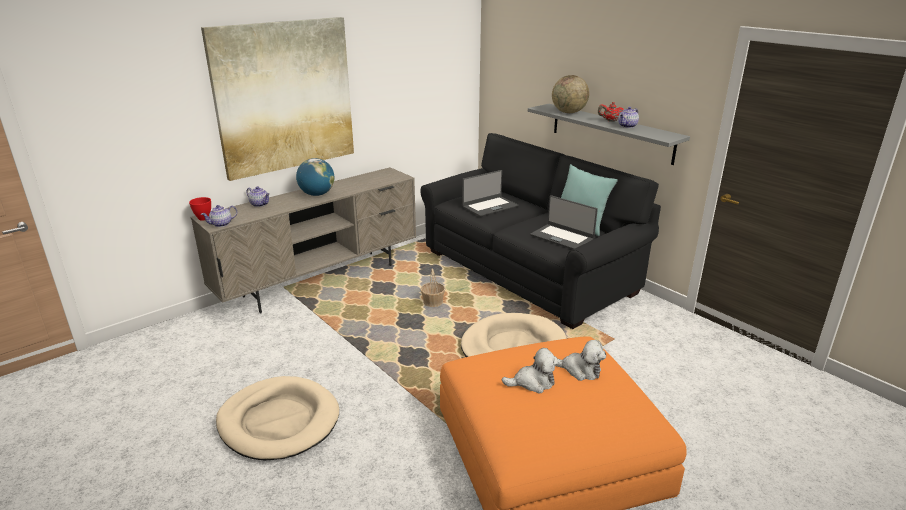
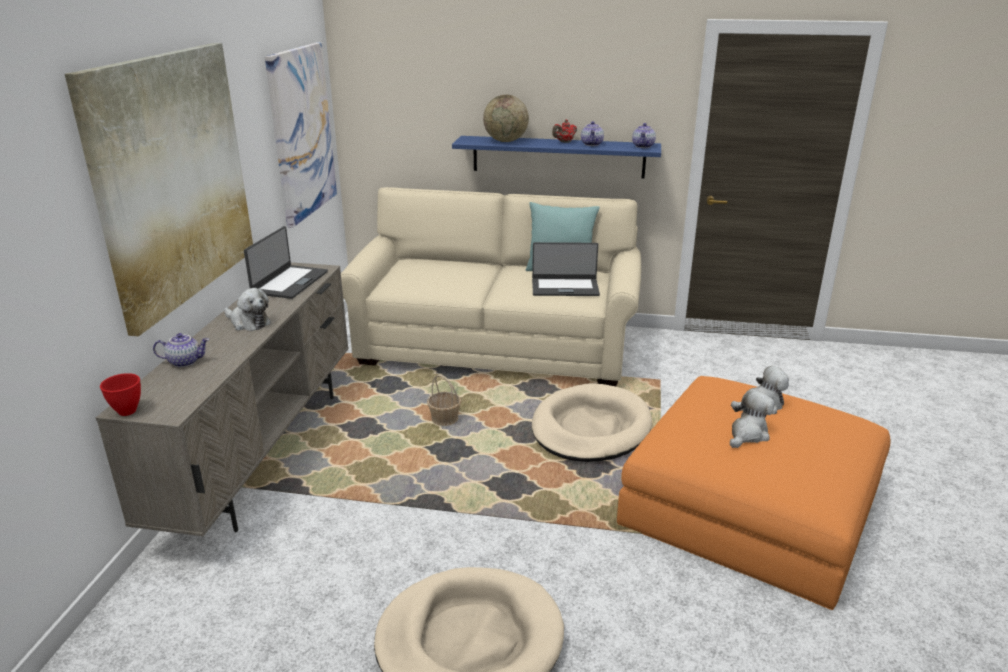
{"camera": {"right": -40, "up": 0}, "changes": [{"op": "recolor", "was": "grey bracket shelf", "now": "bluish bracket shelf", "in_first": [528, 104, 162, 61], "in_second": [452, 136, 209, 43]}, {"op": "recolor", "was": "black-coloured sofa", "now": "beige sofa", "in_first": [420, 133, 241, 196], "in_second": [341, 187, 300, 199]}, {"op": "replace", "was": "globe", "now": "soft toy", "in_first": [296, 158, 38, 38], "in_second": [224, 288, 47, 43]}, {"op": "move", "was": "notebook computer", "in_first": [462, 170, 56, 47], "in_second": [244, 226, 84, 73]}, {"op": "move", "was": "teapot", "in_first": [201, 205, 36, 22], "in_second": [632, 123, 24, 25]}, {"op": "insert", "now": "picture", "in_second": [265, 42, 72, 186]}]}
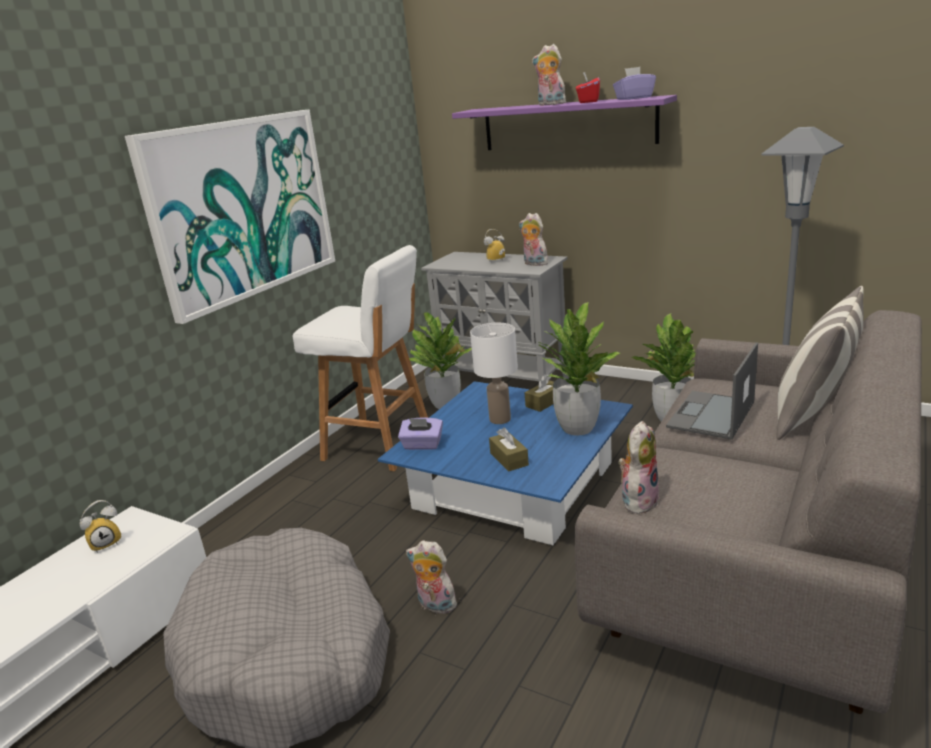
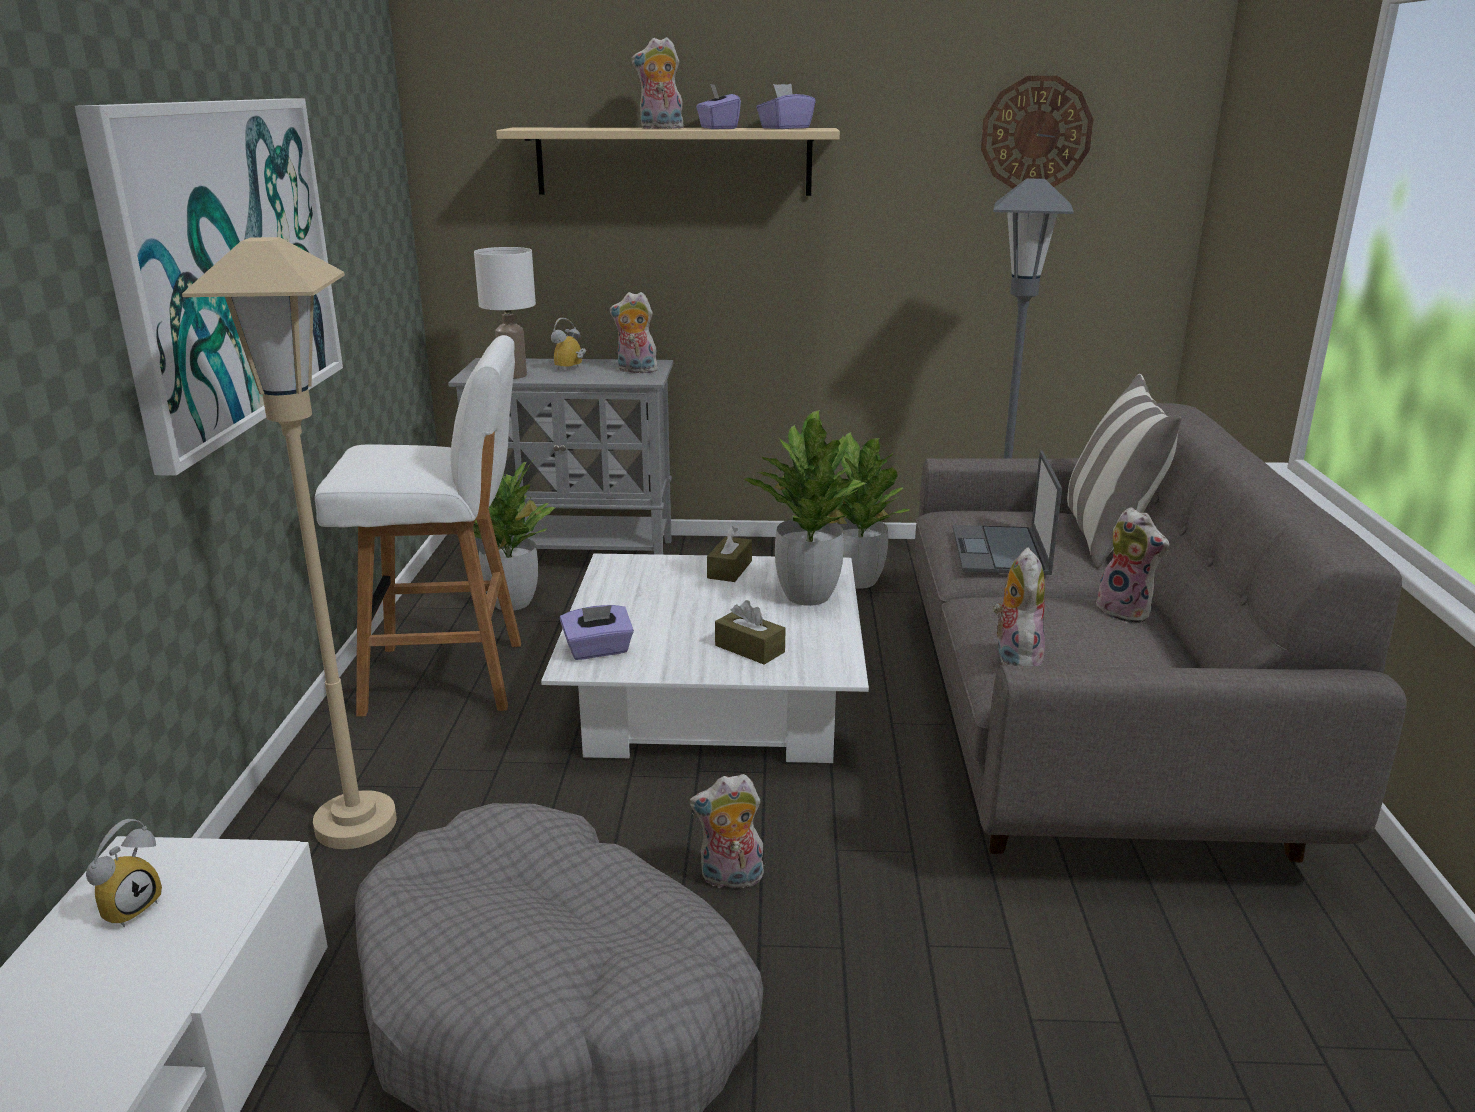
{"camera": {"right": -30, "up": 0}, "changes": [{"op": "recolor", "was": "red box of tissues", "now": "purplish box of tissues", "in_first": [576, 72, 24, 31], "in_second": [696, 84, 45, 45]}, {"op": "recolor", "was": "purplish bracket shelf", "now": "beige bracket shelf", "in_first": [452, 95, 225, 55], "in_second": [496, 128, 344, 68]}, {"op": "move", "was": "white-coloured table lamp", "in_first": [470, 323, 48, 101], "in_second": [474, 247, 62, 132]}, {"op": "recolor", "was": "bluish lounge table", "now": "white-coloured lounge table", "in_first": [378, 381, 255, 164], "in_second": [541, 554, 328, 209]}, {"op": "insert", "now": "hanging clock", "in_second": [981, 76, 113, 113]}, {"op": "insert", "now": "beige standard lamp", "in_second": [182, 237, 215, 612]}, {"op": "insert", "now": "soft toy", "in_second": [1096, 507, 73, 116]}]}
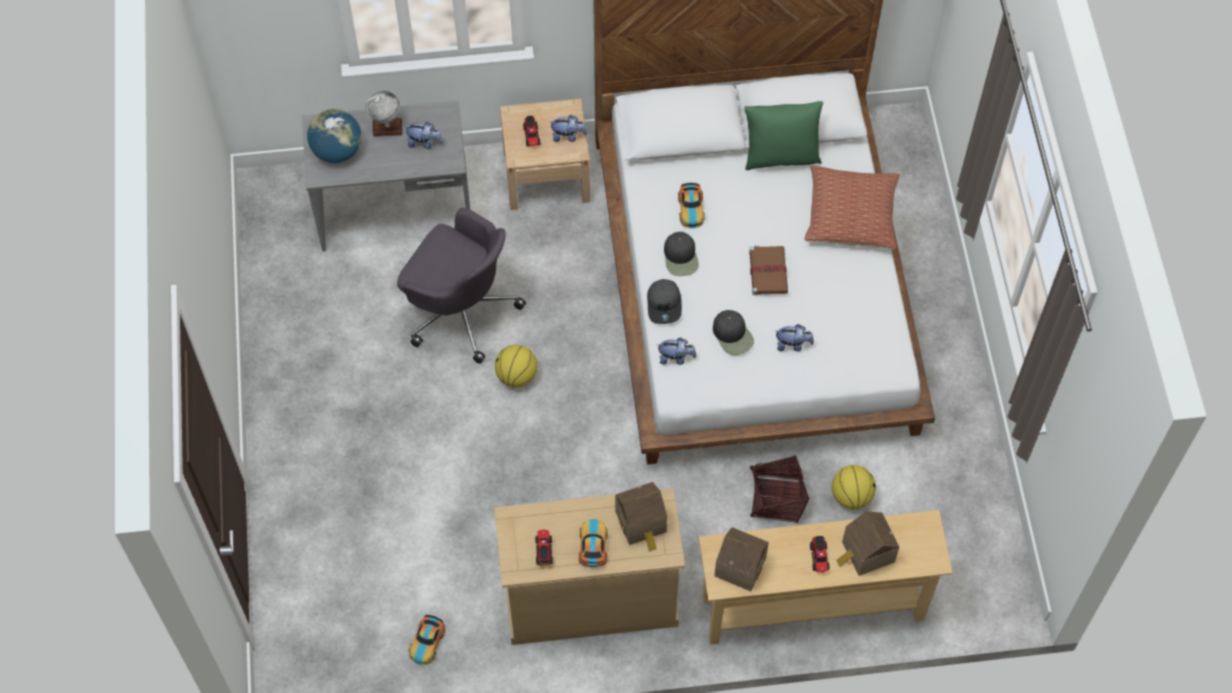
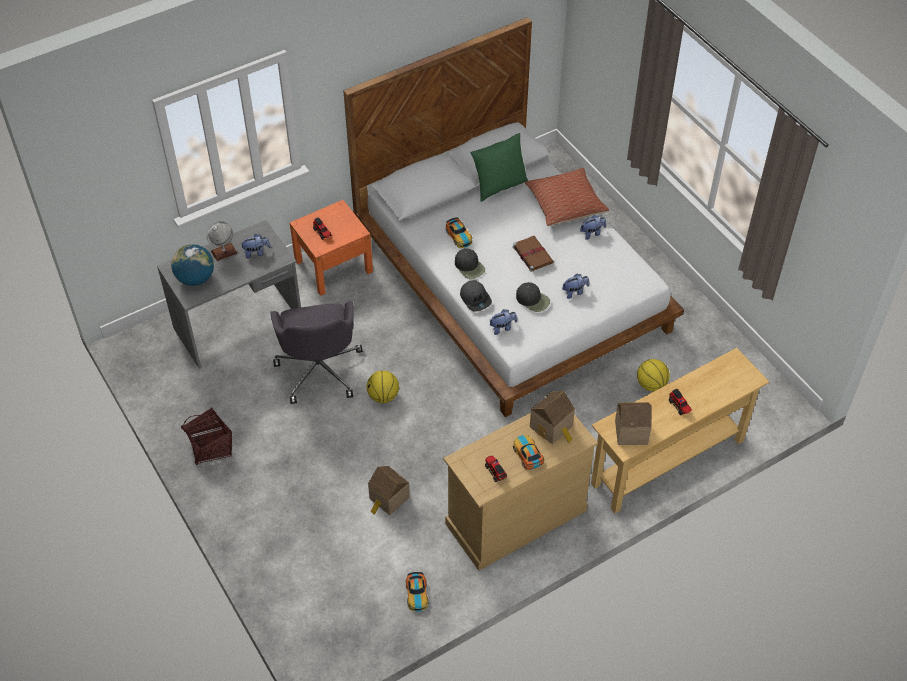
{"camera": {"right": -25, "up": -10}, "changes": [{"op": "recolor", "was": "beige night table", "now": "orange-coloured night table", "in_first": [500, 99, 90, 111], "in_second": [290, 200, 83, 96]}, {"op": "move", "was": "soft toy", "in_first": [549, 115, 38, 27], "in_second": [580, 215, 26, 25]}, {"op": "rotate", "was": "grey computer chair", "in_first": [397, 208, 129, 156], "in_second": [270, 301, 93, 103], "clockwise": 75}, {"op": "move", "was": "basket", "in_first": [749, 455, 60, 68], "in_second": [181, 407, 51, 58]}, {"op": "move", "was": "model house", "in_first": [836, 511, 63, 65], "in_second": [368, 466, 42, 49]}]}
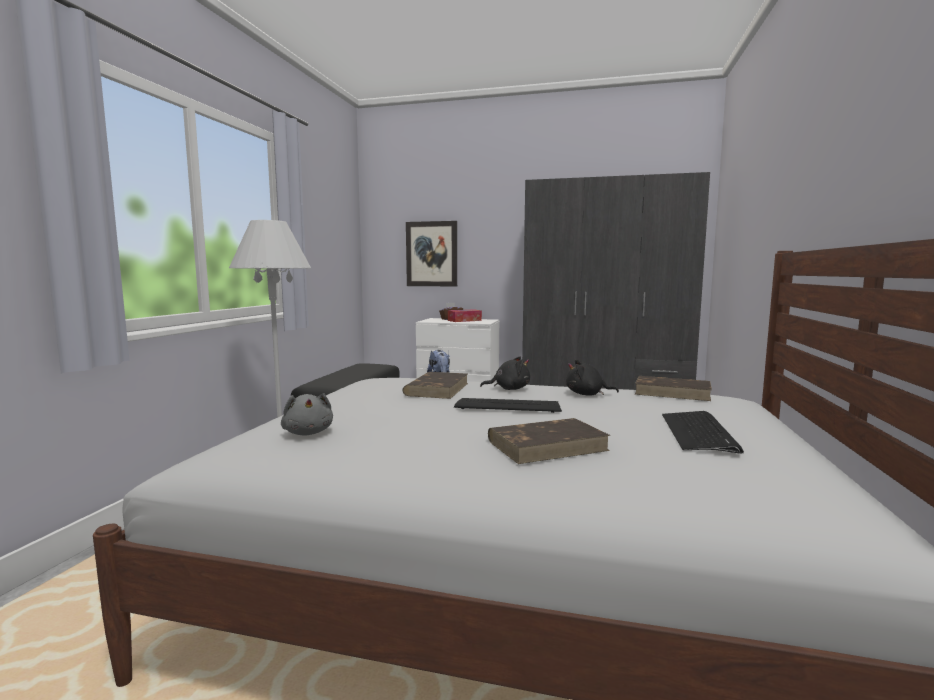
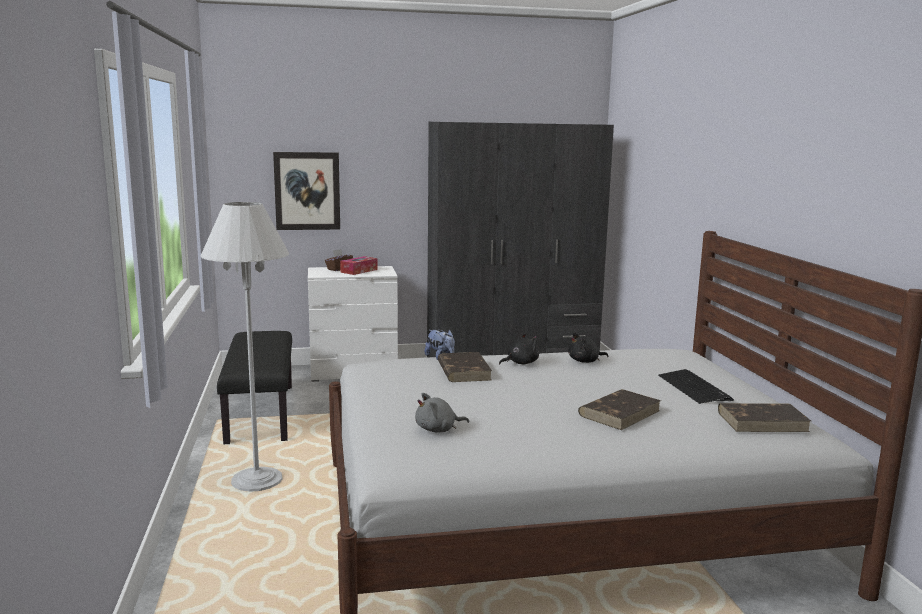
{"camera": {"right": -25, "up": 5}, "changes": [{"op": "move", "was": "brown-coloured book", "in_first": [635, 376, 77, 25], "in_second": [718, 403, 93, 29]}, {"op": "rotate", "was": "grey soft toy", "in_first": [281, 393, 52, 42], "in_second": [415, 393, 54, 40], "clockwise": 120}, {"op": "delete", "was": "PC keyboard", "in_first": [454, 398, 108, 15]}]}
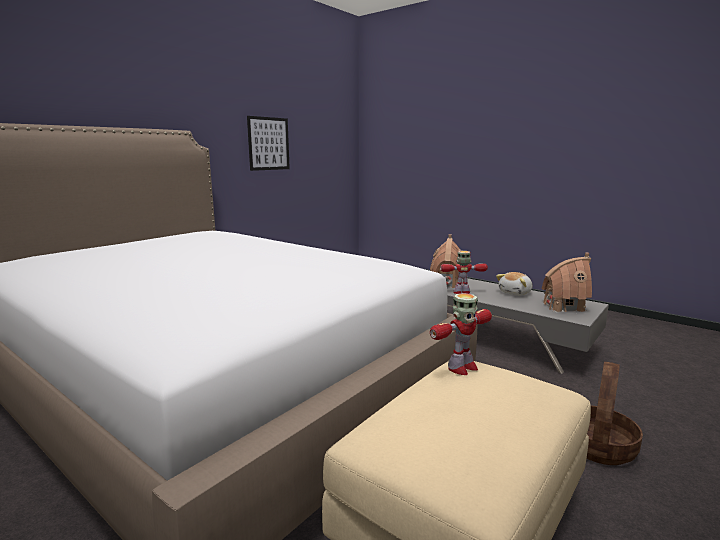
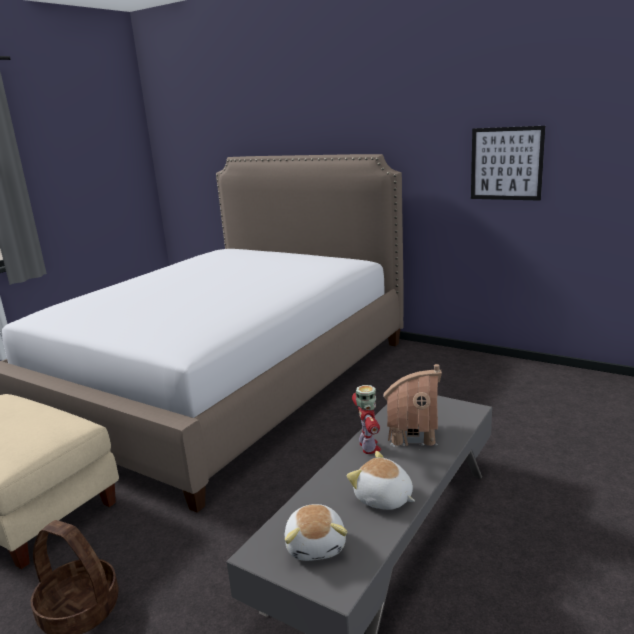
{"camera": {"right": 85, "up": 5}, "changes": [{"op": "replace", "was": "model house", "now": "soft toy", "in_first": [542, 252, 50, 61], "in_second": [285, 504, 63, 57]}, {"op": "delete", "was": "toy robot", "in_first": [430, 293, 62, 82]}]}
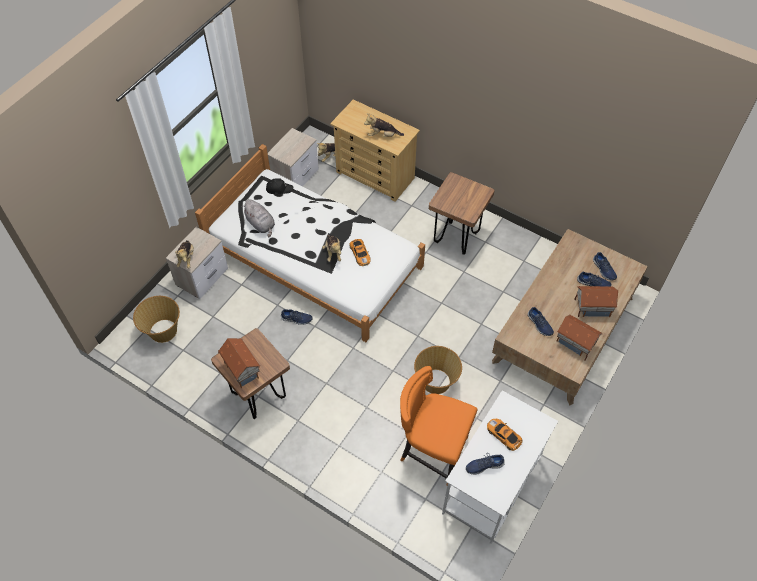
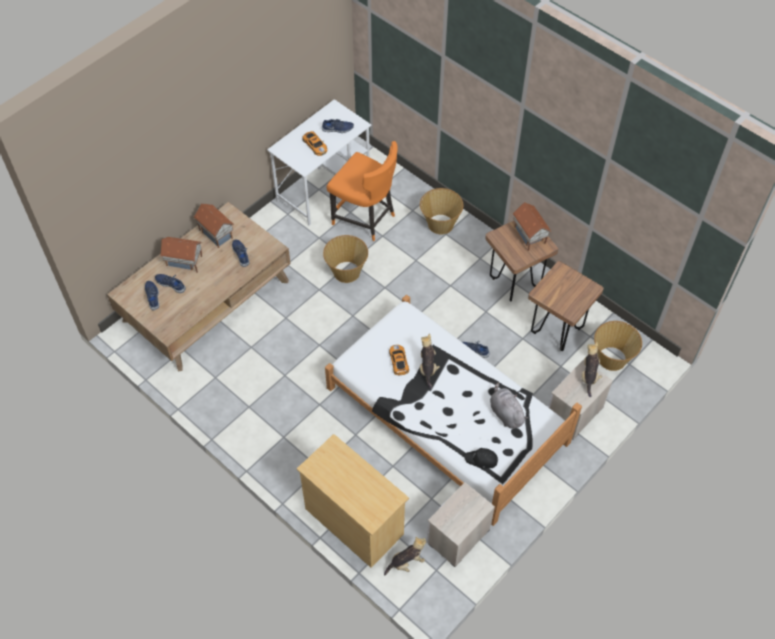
{"camera": {"right": -170, "up": 0}, "changes": [{"op": "delete", "was": "soft toy", "in_first": [364, 113, 40, 24]}, {"op": "move", "was": "brown-coloured sitting stool", "in_first": [429, 172, 65, 83], "in_second": [528, 261, 76, 90]}, {"op": "insert", "now": "basket", "in_second": [420, 188, 43, 46]}]}
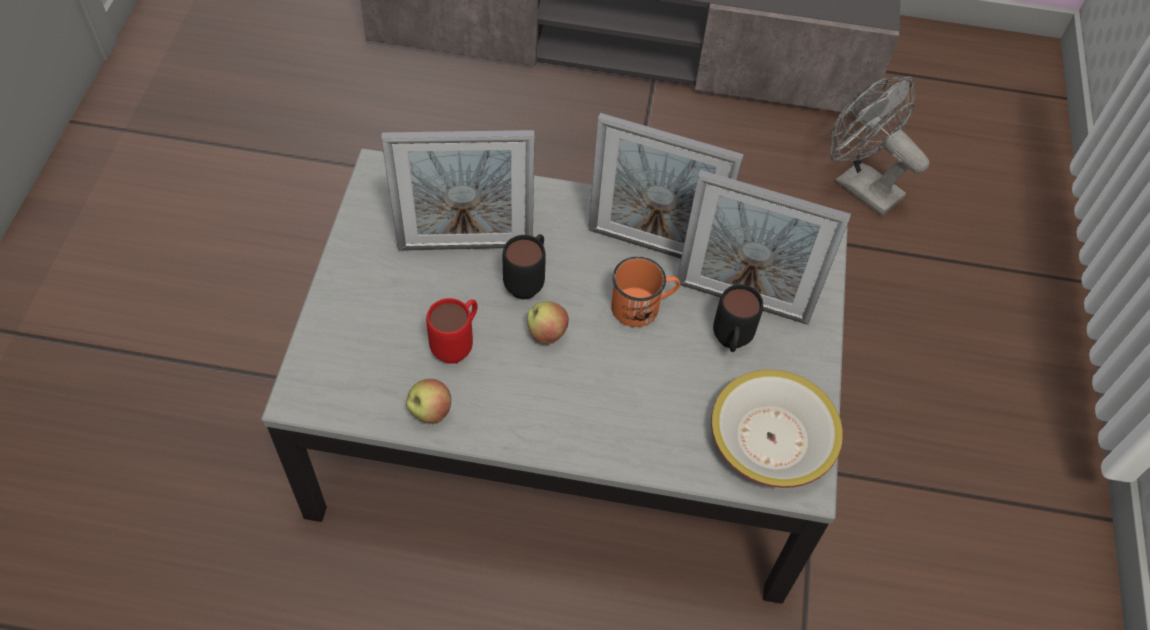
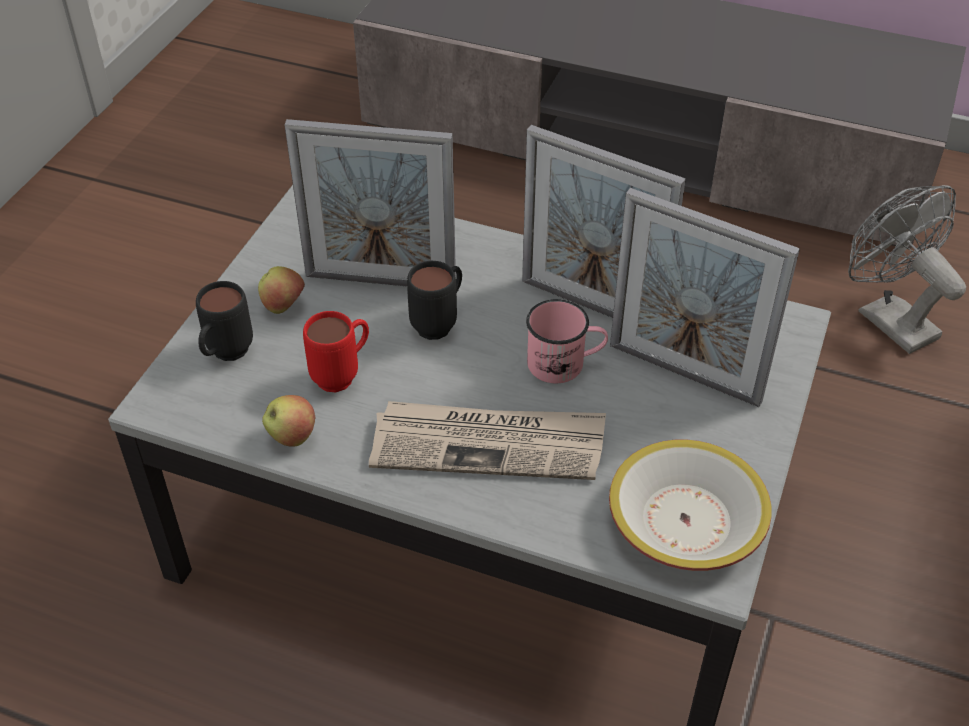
{"camera": {"right": 15, "up": -10}, "changes": [{"op": "recolor", "was": "orange-coloured mug", "now": "pink mug", "in_first": [611, 257, 69, 70], "in_second": [526, 299, 82, 84]}, {"op": "move", "was": "black-coloured mug", "in_first": [713, 284, 50, 68], "in_second": [196, 281, 57, 80]}, {"op": "move", "was": "apple fruit", "in_first": [527, 301, 42, 43], "in_second": [258, 266, 47, 48]}, {"op": "insert", "now": "newspaper", "in_second": [369, 401, 237, 79]}]}
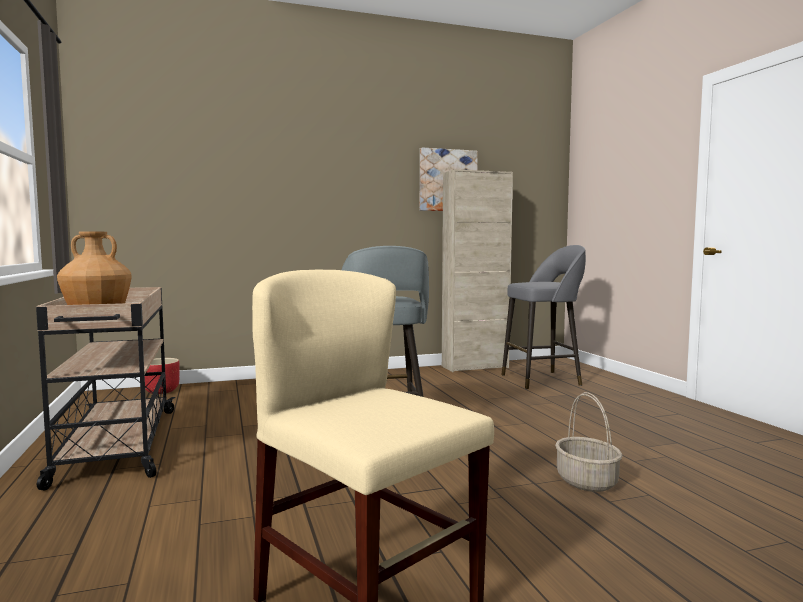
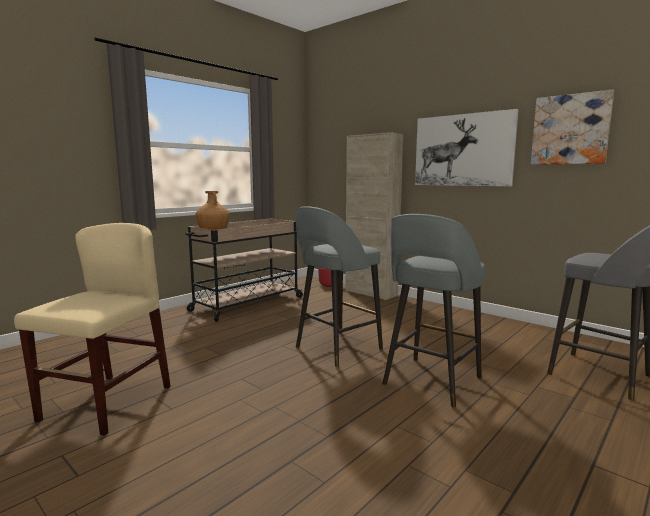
{"camera": {"right": 60, "up": 5}, "changes": [{"op": "move", "was": "beige storage cabinet", "in_first": [442, 169, 71, 203], "in_second": [345, 132, 58, 168]}, {"op": "delete", "was": "basket", "in_first": [555, 392, 67, 100]}, {"op": "insert", "now": "picture", "in_second": [415, 109, 104, 77]}, {"op": "insert", "now": "grey sitting stool", "in_second": [382, 214, 103, 194]}]}
